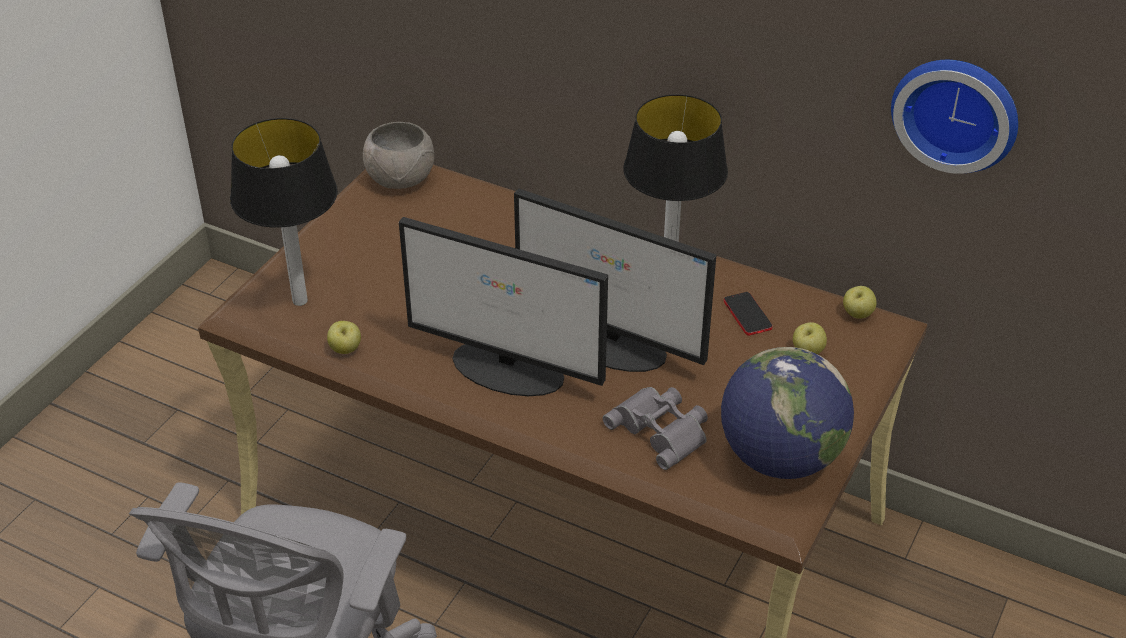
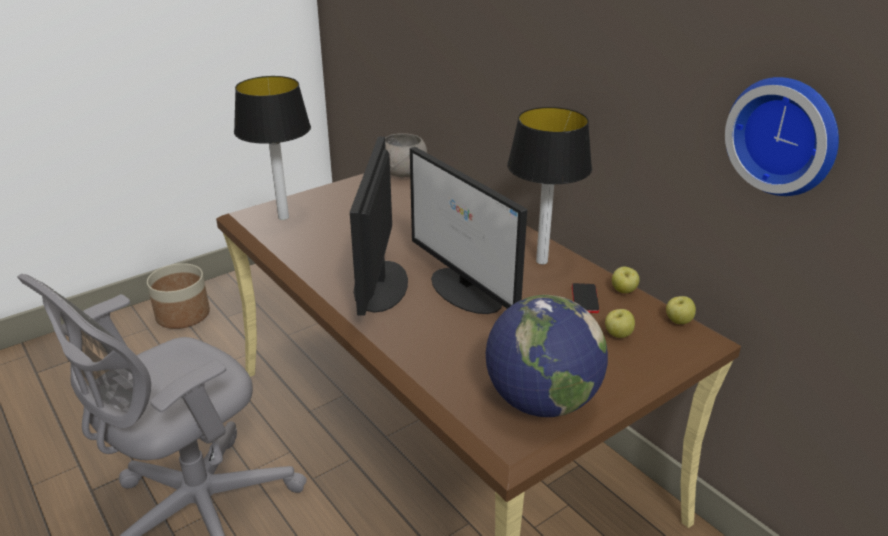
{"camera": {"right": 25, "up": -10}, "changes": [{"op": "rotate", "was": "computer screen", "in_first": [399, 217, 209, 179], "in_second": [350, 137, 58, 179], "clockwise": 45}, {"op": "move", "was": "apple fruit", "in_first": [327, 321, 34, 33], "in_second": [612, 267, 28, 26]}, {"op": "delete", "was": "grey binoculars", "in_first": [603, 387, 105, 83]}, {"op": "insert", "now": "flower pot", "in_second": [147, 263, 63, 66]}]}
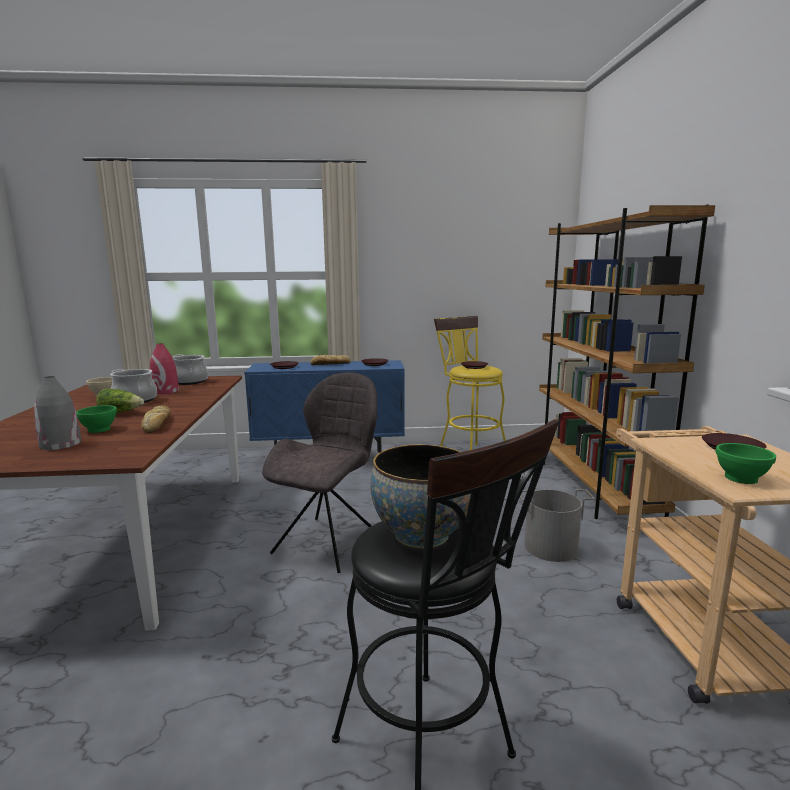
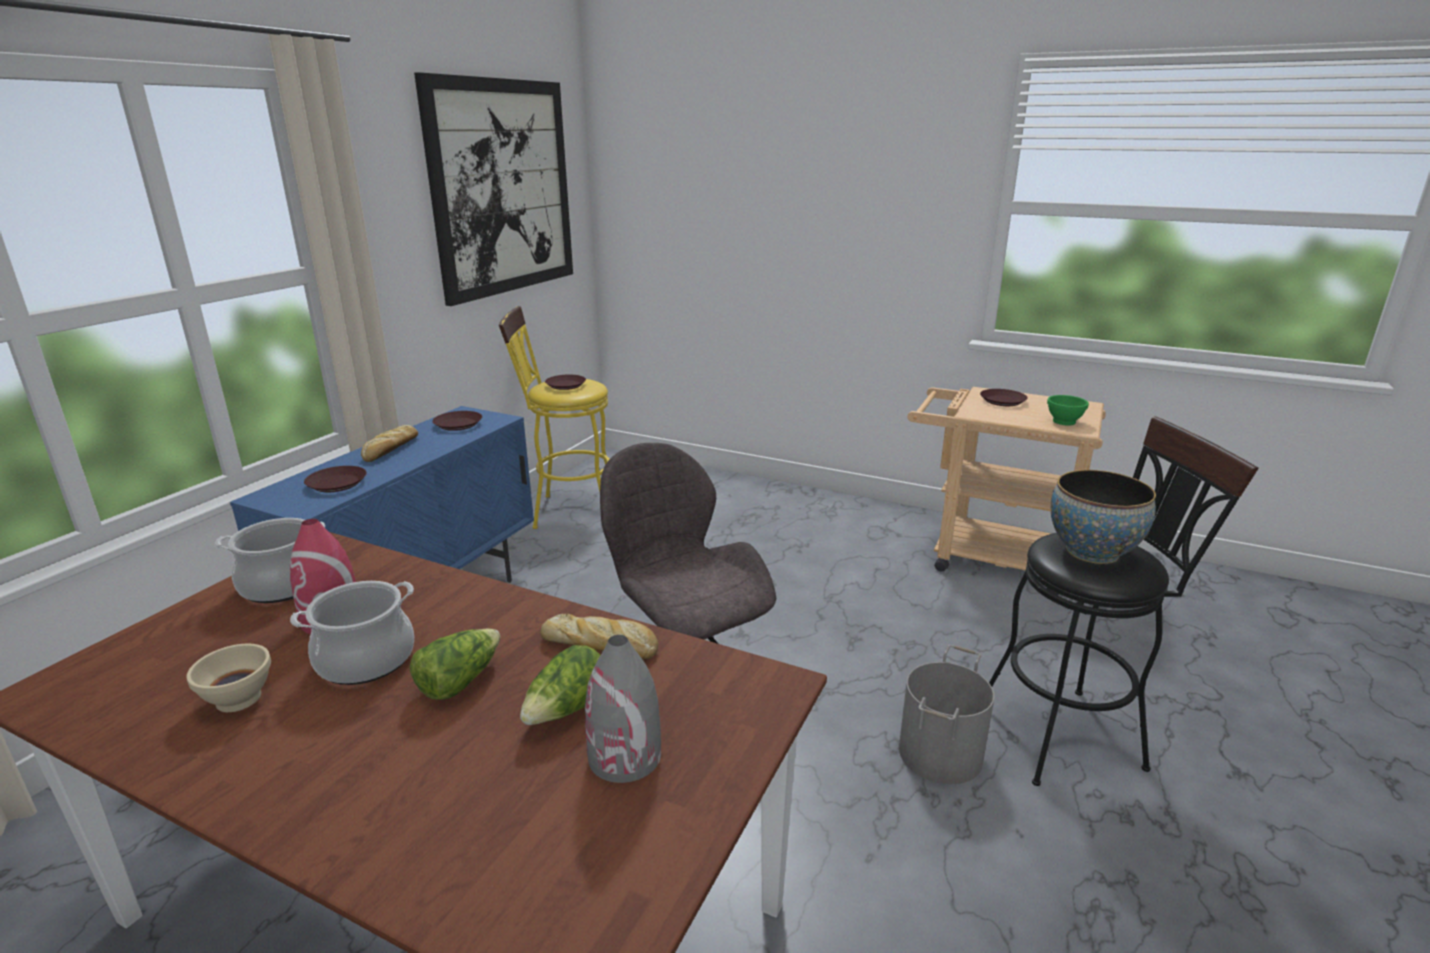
{"camera": {"right": -60, "up": 10}, "changes": [{"op": "delete", "was": "brown-coloured bookcase", "in_first": [539, 205, 176, 314]}, {"op": "replace", "was": "greenish serving bowl", "now": "head of lettuce", "in_first": [76, 405, 41, 28], "in_second": [520, 645, 80, 80]}, {"op": "move", "was": "grey pail", "in_first": [519, 489, 76, 73], "in_second": [899, 645, 95, 139]}, {"op": "insert", "now": "picture", "in_second": [414, 72, 159, 234]}]}
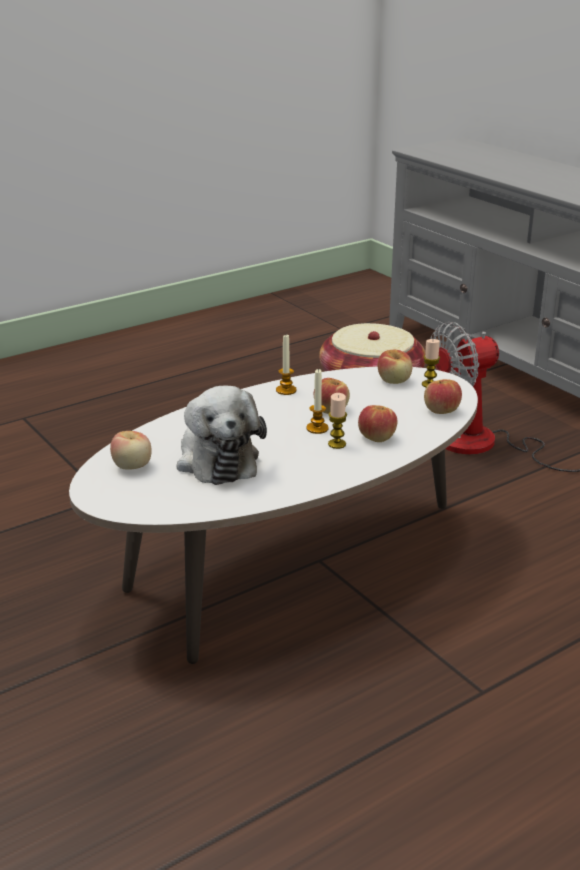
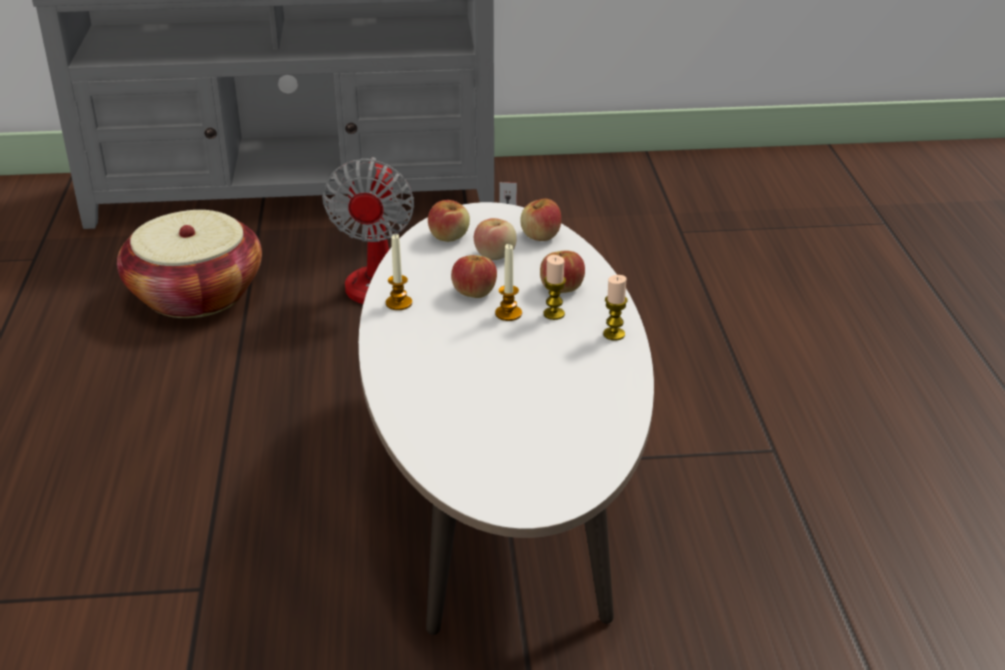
{"camera": {"right": -60, "up": 5}, "changes": [{"op": "move", "was": "wax light", "in_first": [422, 339, 18, 48], "in_second": [603, 275, 24, 66]}, {"op": "delete", "was": "soft toy", "in_first": [177, 386, 90, 99]}, {"op": "move", "was": "apple fruit", "in_first": [110, 431, 42, 39], "in_second": [474, 218, 43, 42]}]}
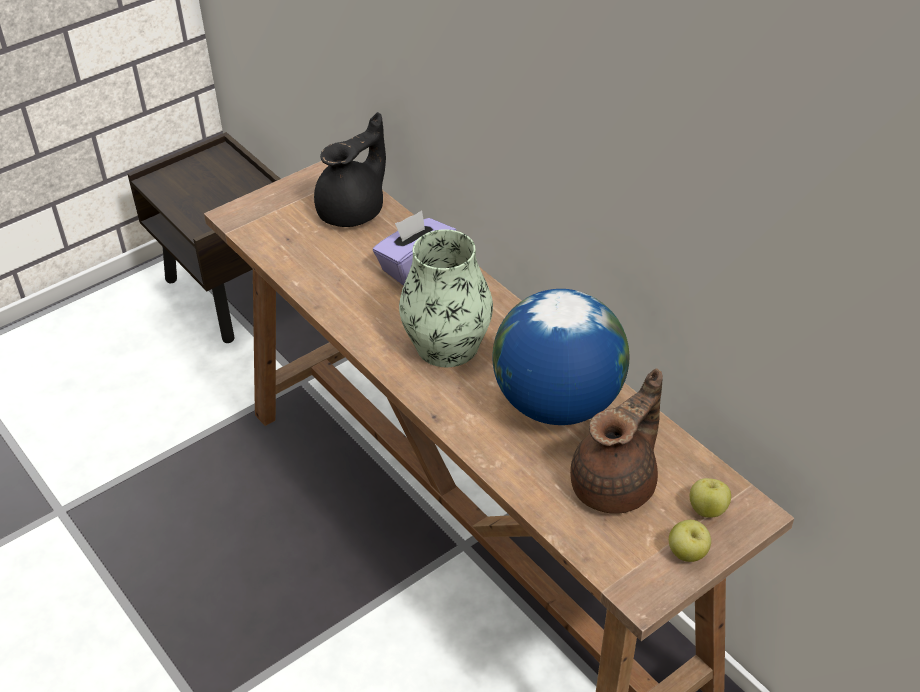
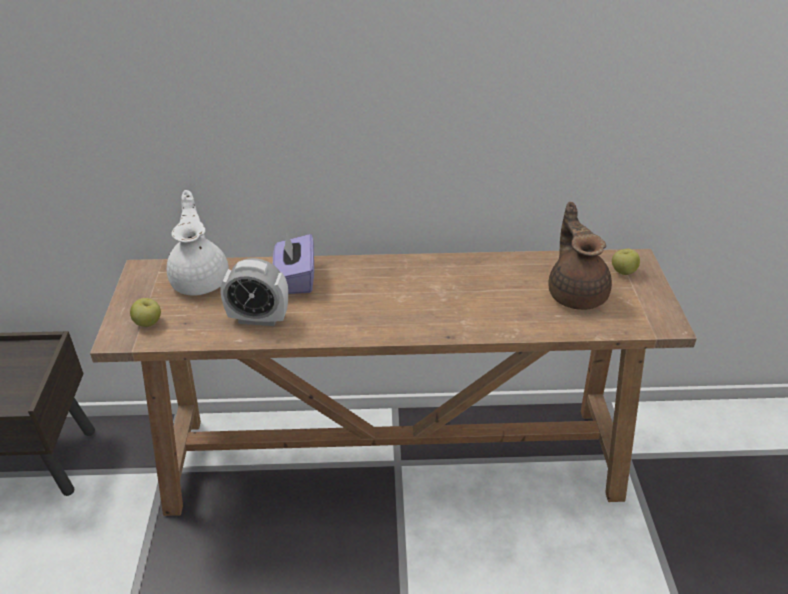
{"camera": {"right": -55, "up": -5}, "changes": [{"op": "recolor", "was": "black-coloured teapot", "now": "white-coloured teapot", "in_first": [314, 112, 72, 115], "in_second": [167, 190, 62, 106]}, {"op": "delete", "was": "flower vase", "in_first": [399, 229, 94, 138]}, {"op": "delete", "was": "globe", "in_first": [492, 289, 137, 136]}, {"op": "move", "was": "apple fruit", "in_first": [669, 520, 42, 42], "in_second": [130, 298, 31, 29]}, {"op": "insert", "now": "table clock", "in_second": [220, 258, 68, 68]}]}
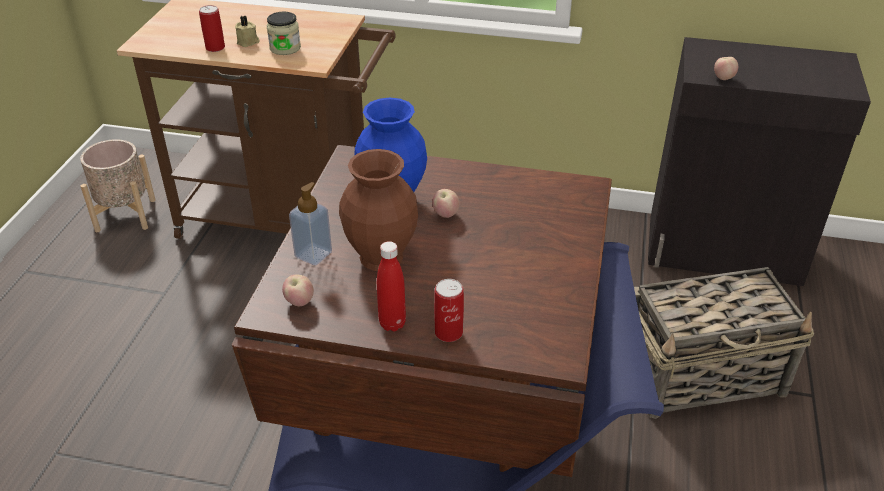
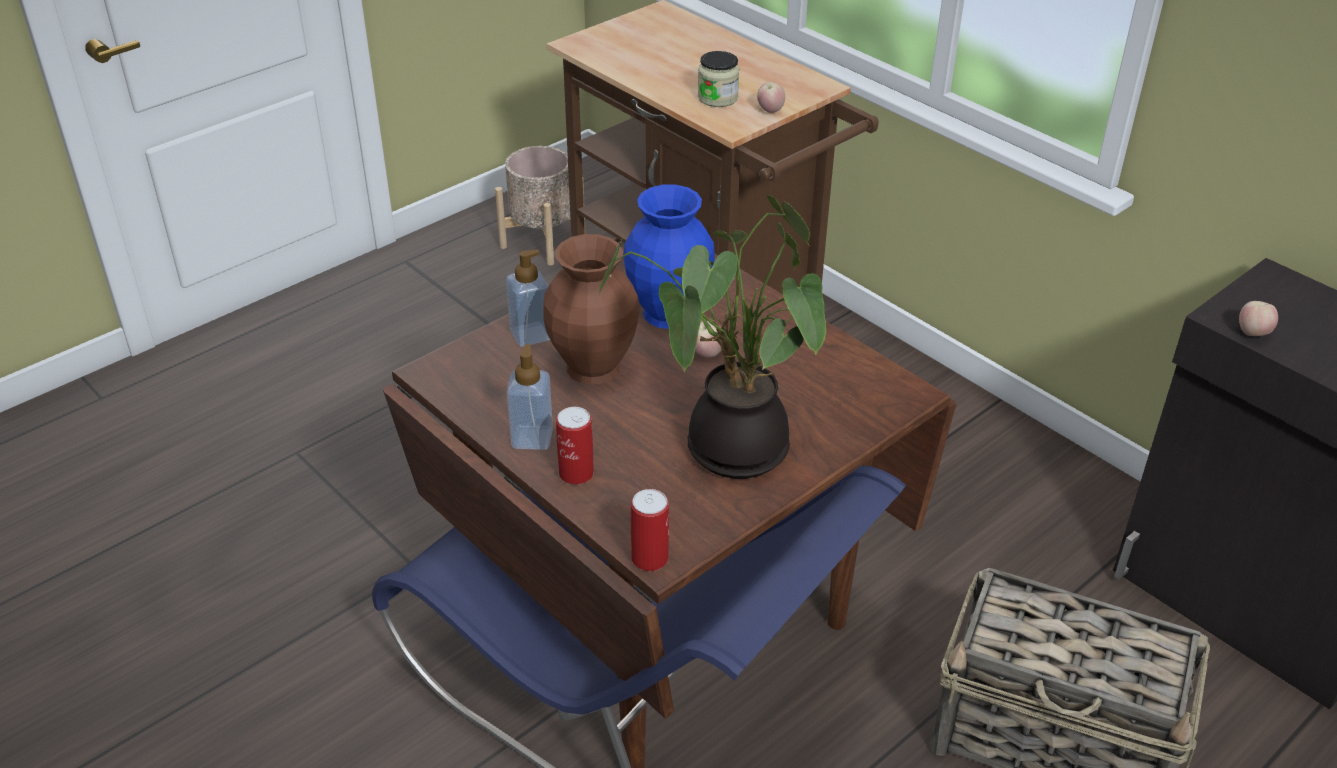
{"camera": {"right": 35, "up": 0}, "changes": [{"op": "move", "was": "metal can", "in_first": [199, 5, 26, 47], "in_second": [631, 489, 38, 82]}, {"op": "delete", "was": "beige wax light", "in_first": [235, 15, 25, 32]}, {"op": "replace", "was": "red bottle", "now": "soap bottle", "in_first": [377, 241, 29, 91], "in_second": [507, 344, 46, 106]}, {"op": "move", "was": "apple fruit", "in_first": [282, 275, 32, 31], "in_second": [757, 82, 28, 31]}, {"op": "insert", "now": "plant in a pot", "in_second": [598, 195, 228, 284]}]}
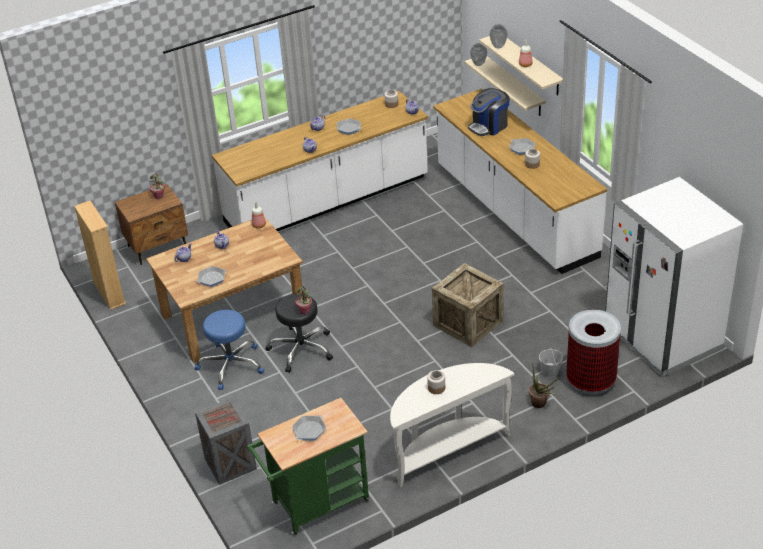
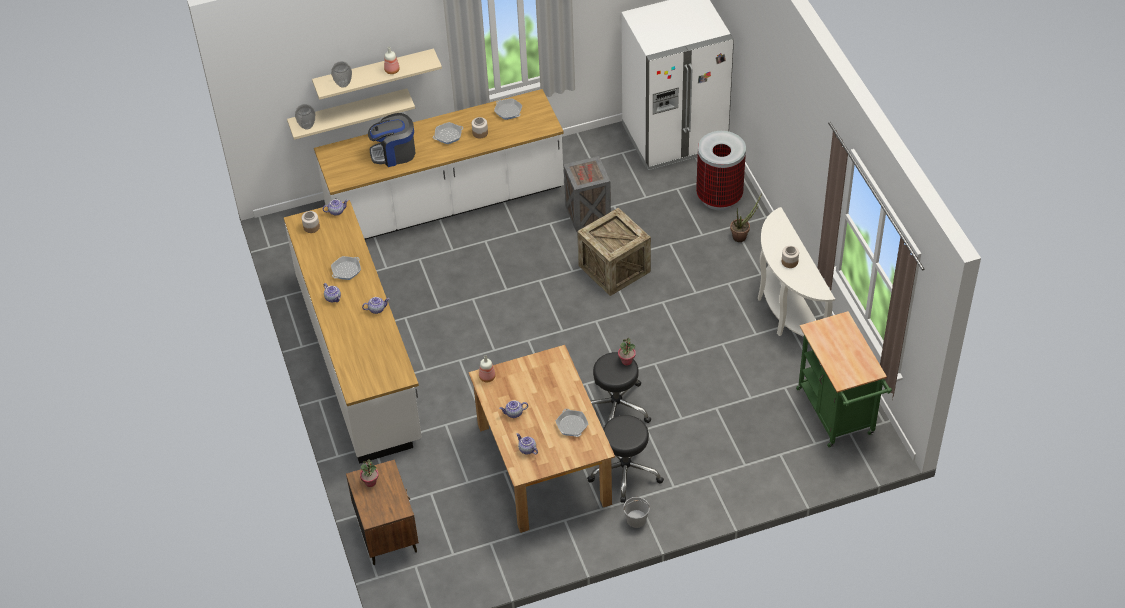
{"camera": {"right": -80, "up": 10}, "changes": [{"op": "rotate", "was": "coffee machine", "in_first": [468, 88, 42, 48], "in_second": [368, 113, 47, 54], "clockwise": 105}, {"op": "delete", "was": "beige bookcase", "in_first": [74, 201, 52, 109]}, {"op": "recolor", "was": "bluish sitting stool", "now": "black-coloured sitting stool", "in_first": [194, 310, 70, 80], "in_second": [587, 415, 77, 88]}, {"op": "move", "was": "white-coloured pail", "in_first": [539, 347, 24, 31], "in_second": [623, 497, 27, 31]}, {"op": "move", "was": "crate", "in_first": [195, 398, 62, 87], "in_second": [564, 156, 47, 76]}, {"op": "move", "was": "skillet", "in_first": [292, 415, 34, 26], "in_second": [494, 98, 28, 22]}]}
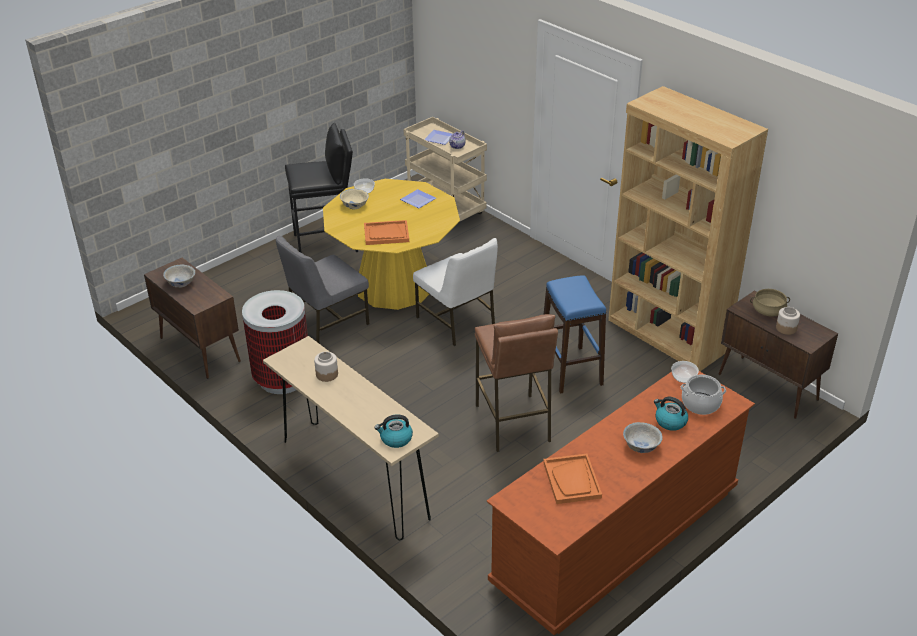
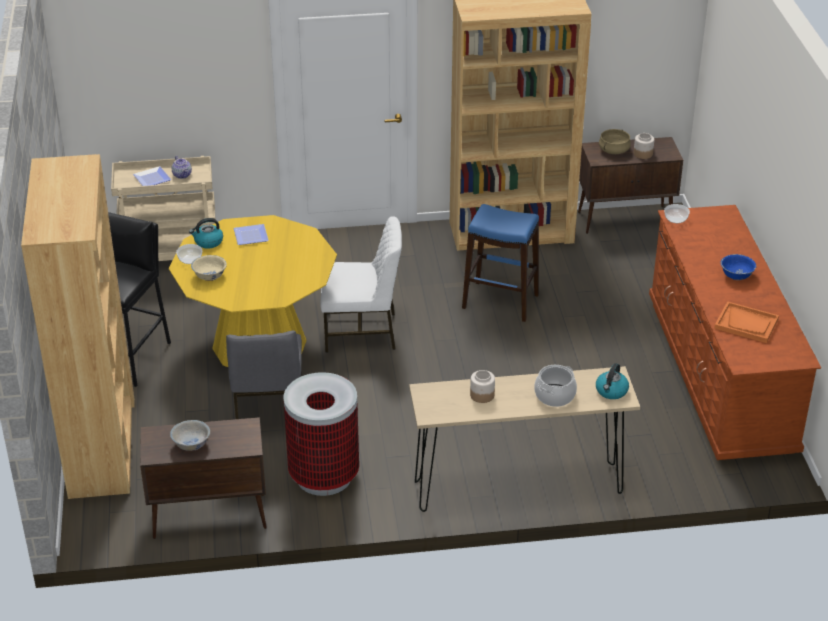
{"camera": {"right": -55, "up": 0}, "changes": [{"op": "delete", "was": "orange-coloured tray", "in_first": [364, 220, 45, 25]}, {"op": "delete", "was": "brown-coloured sitting stool", "in_first": [475, 314, 83, 138]}, {"op": "move", "was": "stockpot", "in_first": [681, 375, 45, 40], "in_second": [534, 365, 43, 42]}, {"op": "move", "was": "water kettle", "in_first": [654, 397, 34, 34], "in_second": [189, 218, 34, 31]}, {"op": "recolor", "was": "white-coloured serving bowl", "now": "bluish serving bowl", "in_first": [623, 422, 40, 31], "in_second": [721, 254, 35, 26]}, {"op": "insert", "now": "brown-coloured bookcase", "in_second": [21, 154, 114, 345]}]}
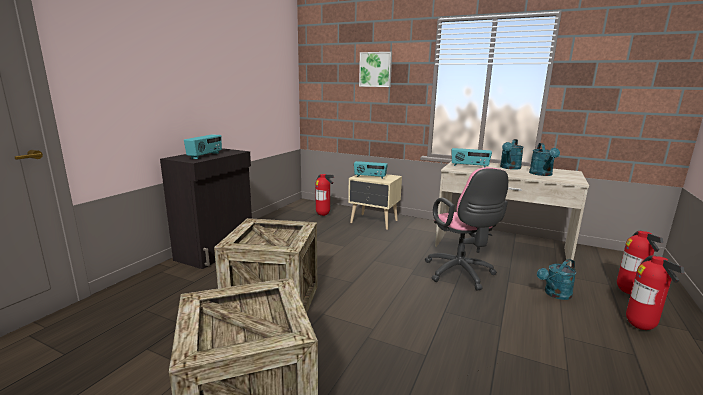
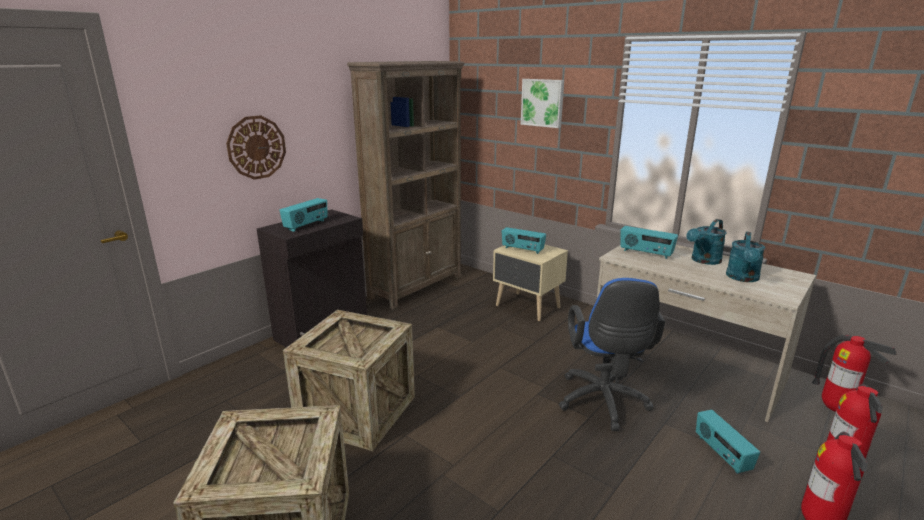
{"camera": {"right": 15, "up": 5}, "changes": [{"op": "recolor", "was": "pink computer chair", "now": "bluish computer chair", "in_first": [425, 167, 83, 123], "in_second": [559, 278, 106, 153]}, {"op": "move", "was": "fire-fighting cylinder", "in_first": [315, 174, 19, 42], "in_second": [812, 335, 85, 77]}, {"op": "replace", "was": "blue-green watering pot", "now": "radio", "in_first": [537, 259, 39, 41], "in_second": [696, 410, 64, 64]}, {"op": "insert", "now": "brown-coloured bookcase", "in_second": [347, 61, 118, 249]}, {"op": "insert", "now": "hanging clock", "in_second": [226, 115, 60, 65]}]}
